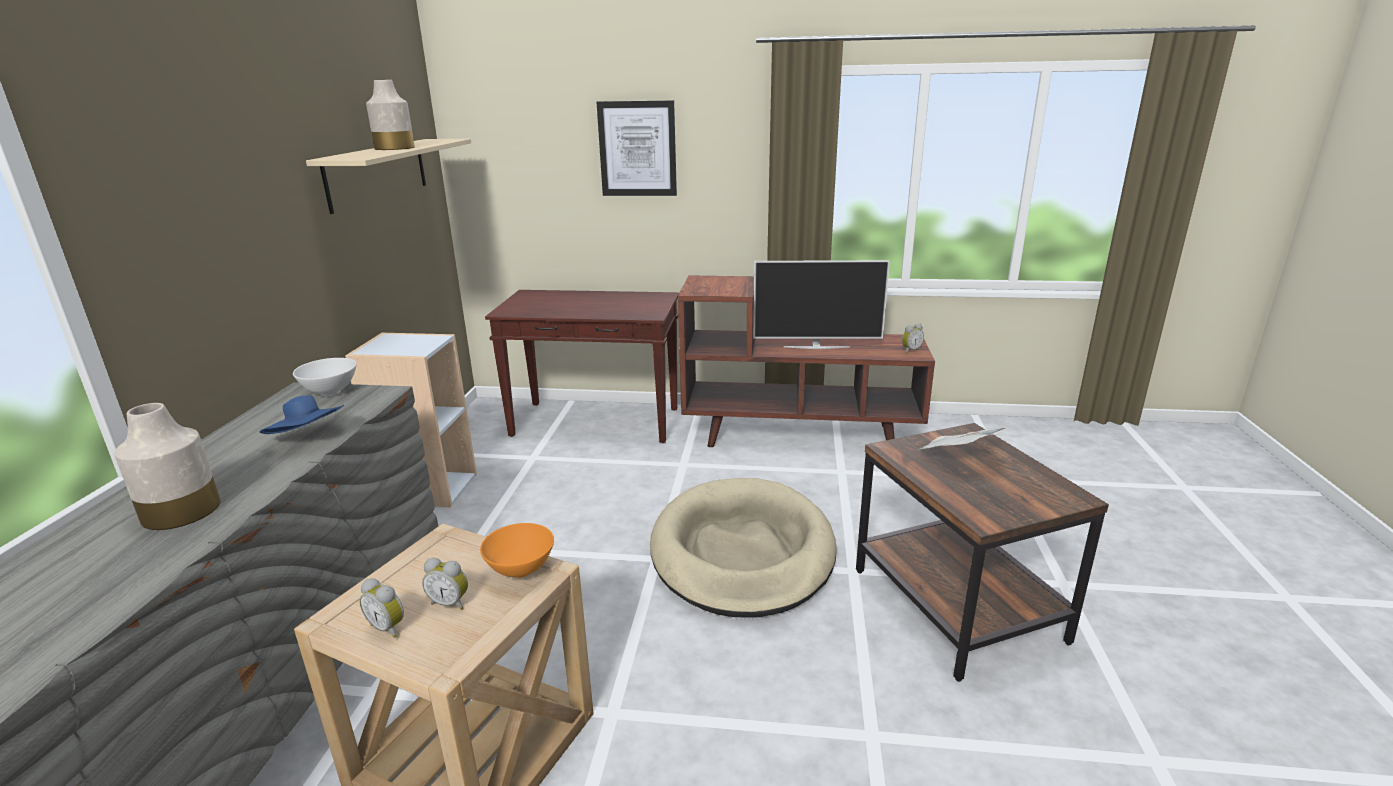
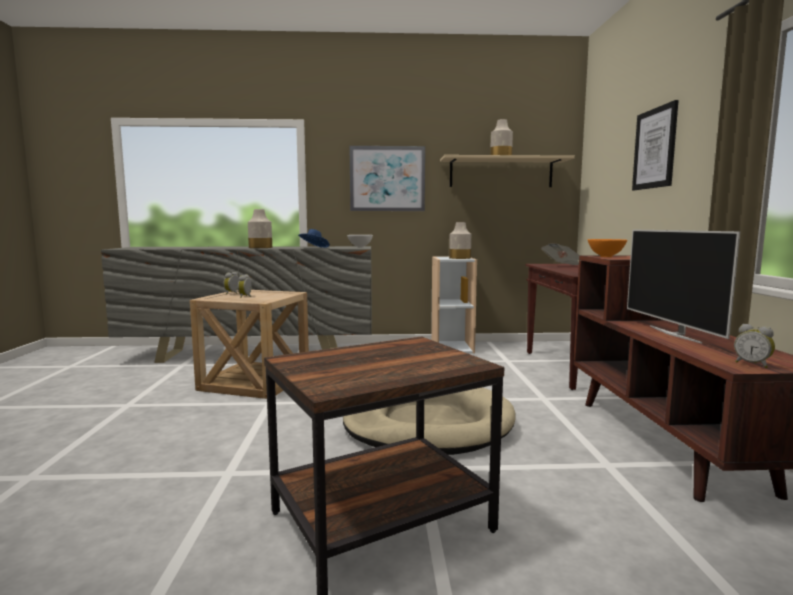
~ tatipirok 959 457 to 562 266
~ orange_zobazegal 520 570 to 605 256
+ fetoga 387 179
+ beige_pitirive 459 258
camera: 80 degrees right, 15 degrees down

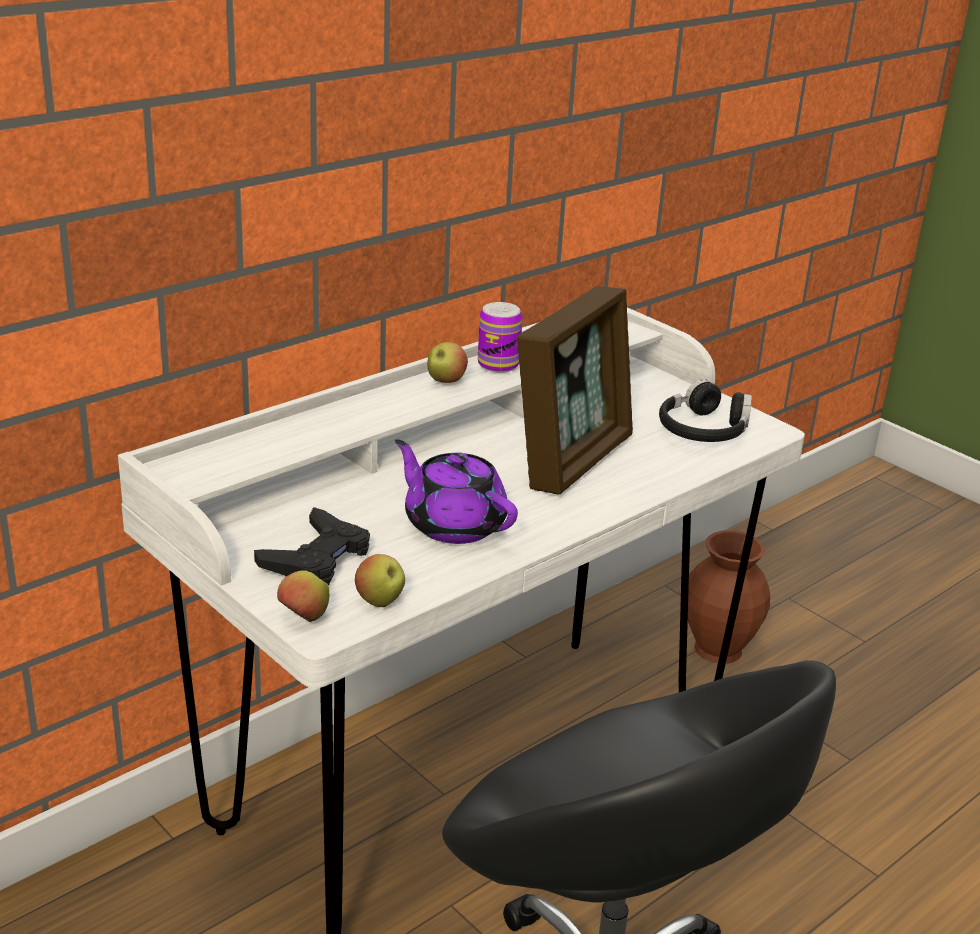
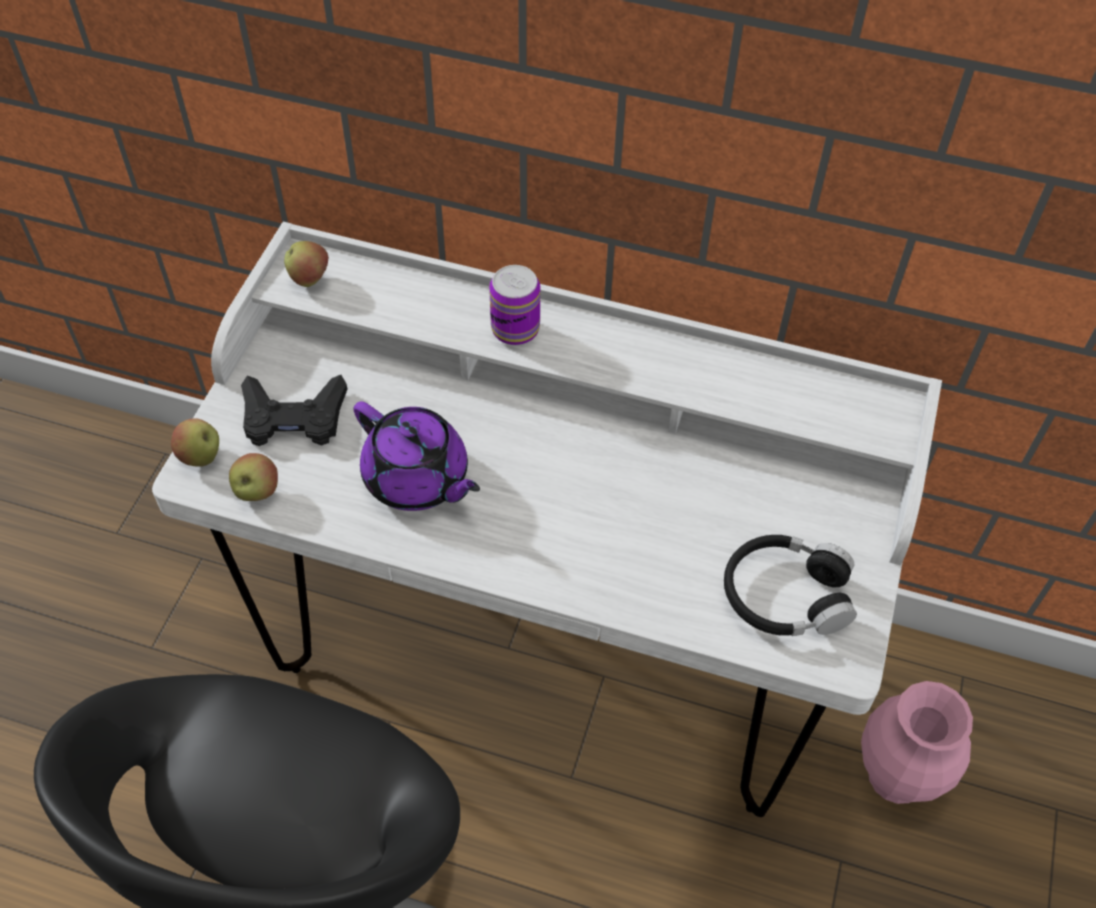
- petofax 572 459
~ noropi 498 365 to 515 329
~ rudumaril 445 381 to 310 279
~ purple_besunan 453 524 = 417 479 120 degrees clockwise
~ brown_pitirive 719 648 to pink_pitirive 899 776
camera: 60 degrees right, 25 degrees up

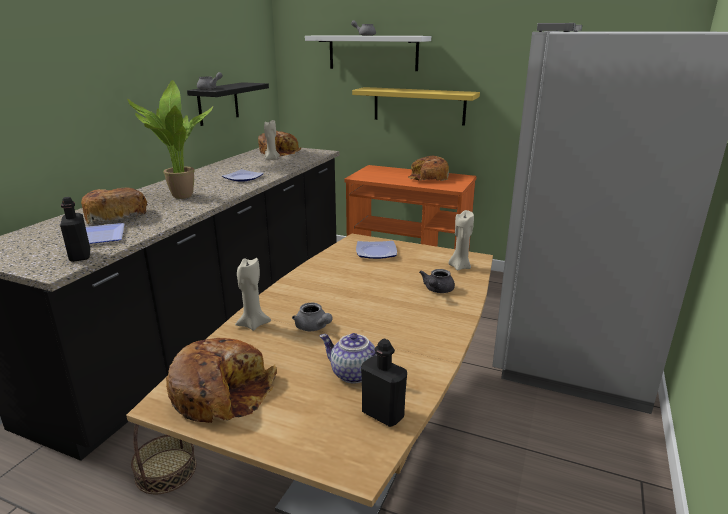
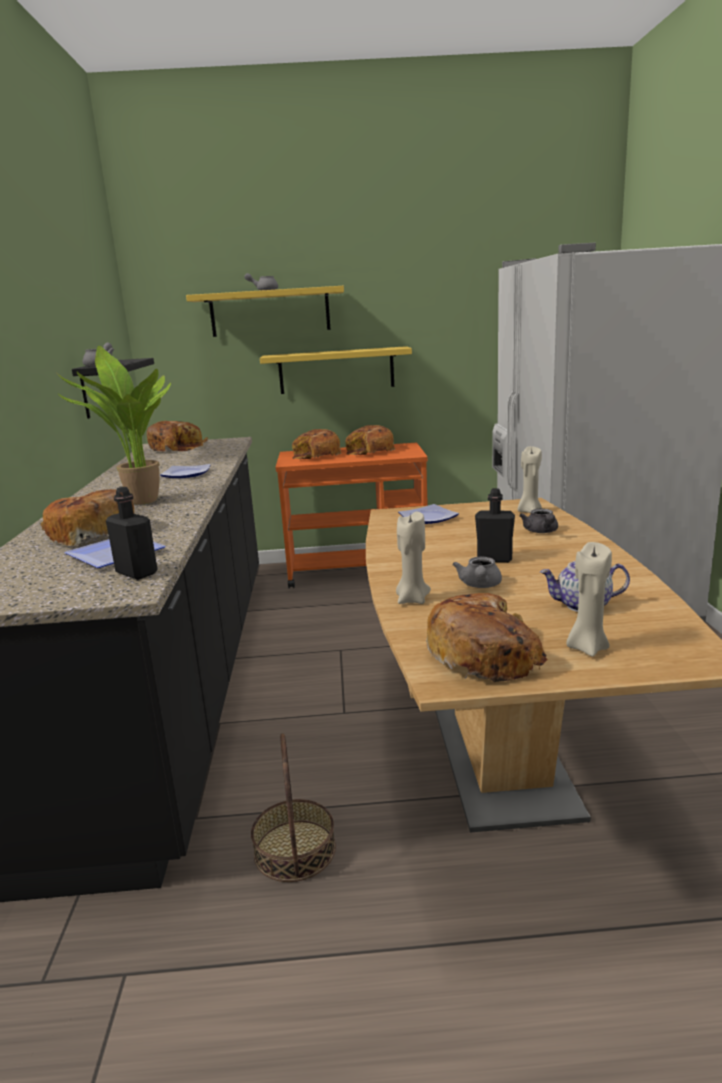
~ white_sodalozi 373 53 to yellow_sodalozi 270 312
~ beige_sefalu 271 158 to 587 648
~ grey_besunan 313 328 = 480 585 75 degrees clockwise
~ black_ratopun 383 414 to 494 559
+ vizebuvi 316 455
camera: 25 degrees left, 5 degrees down

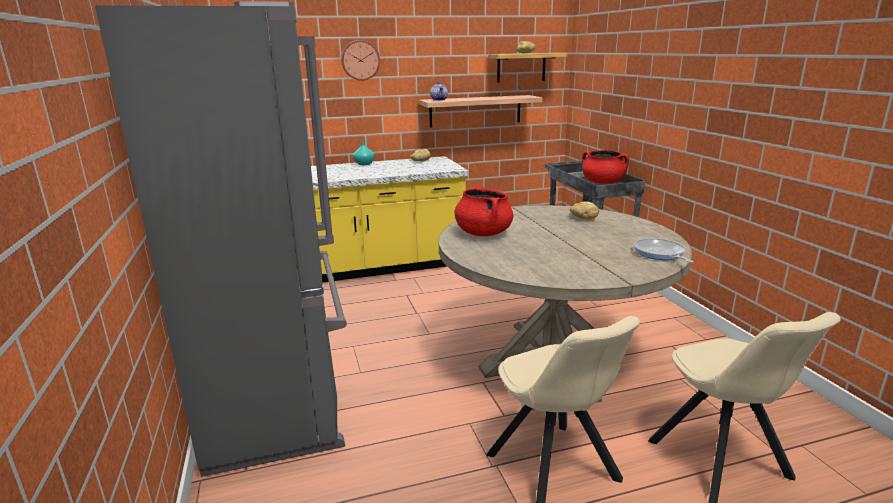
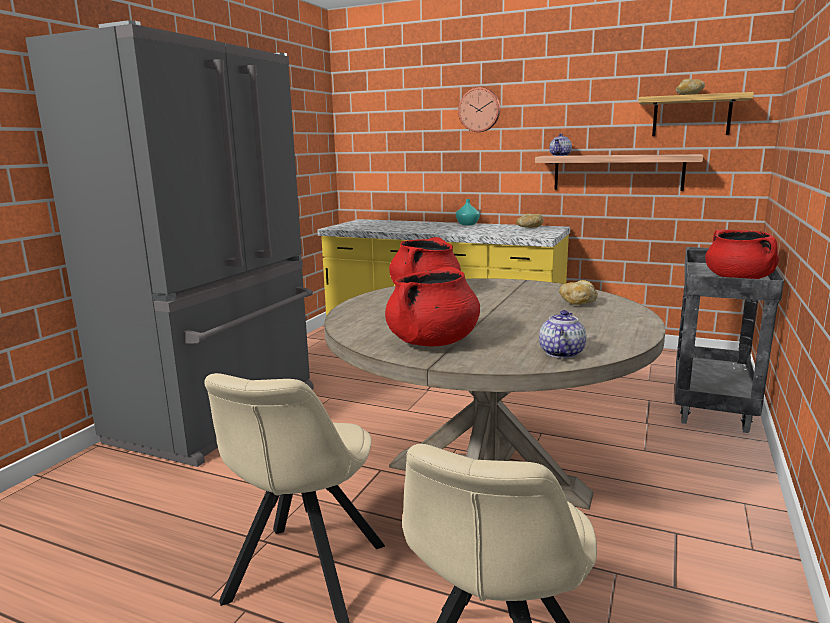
~ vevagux 660 254 to besunan 560 353
+ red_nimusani 432 342
camera: 40 degrees right, 5 degrees down

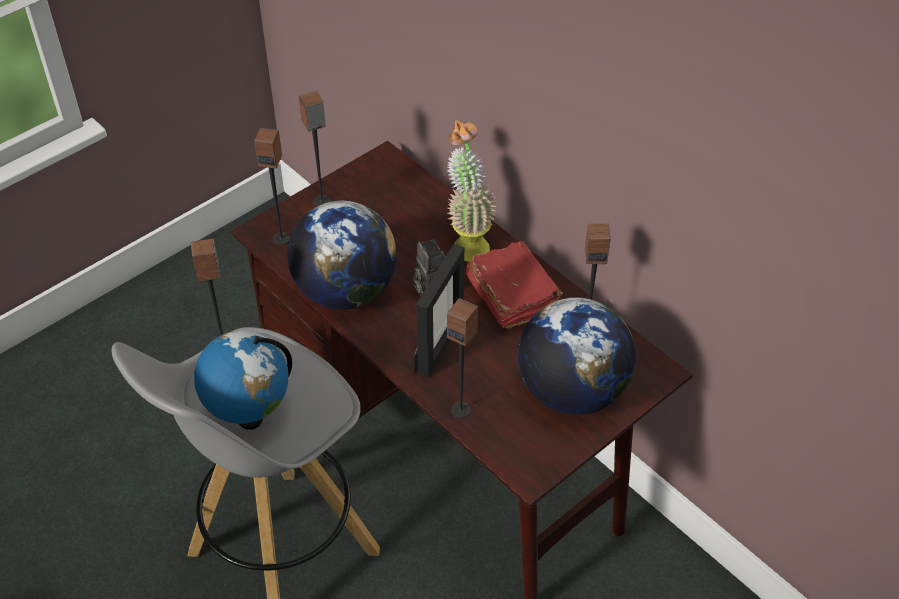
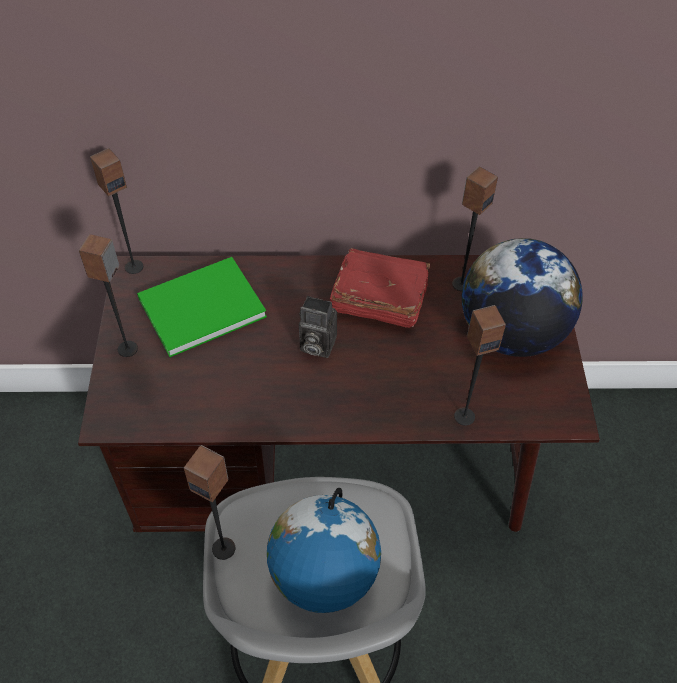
- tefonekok 467 241
~ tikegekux 281 238 to 133 266
- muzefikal 345 291
- petofax 439 344
+ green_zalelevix 197 307
camera: 50 degrees left, 5 degrees up

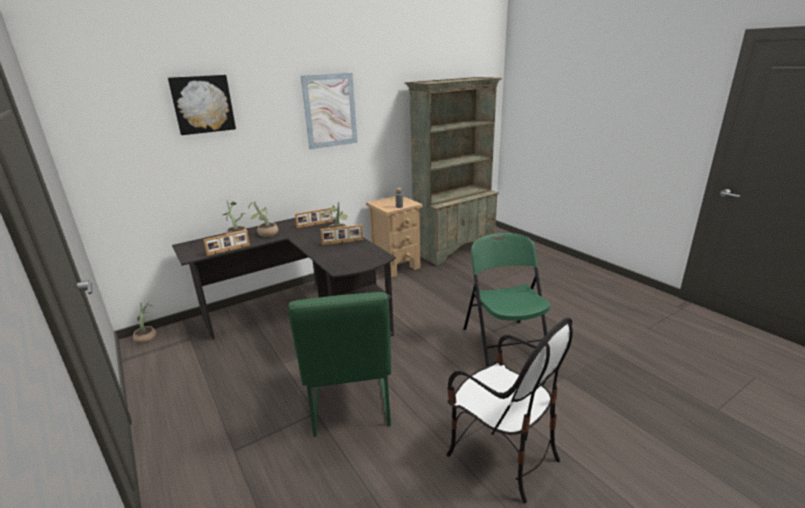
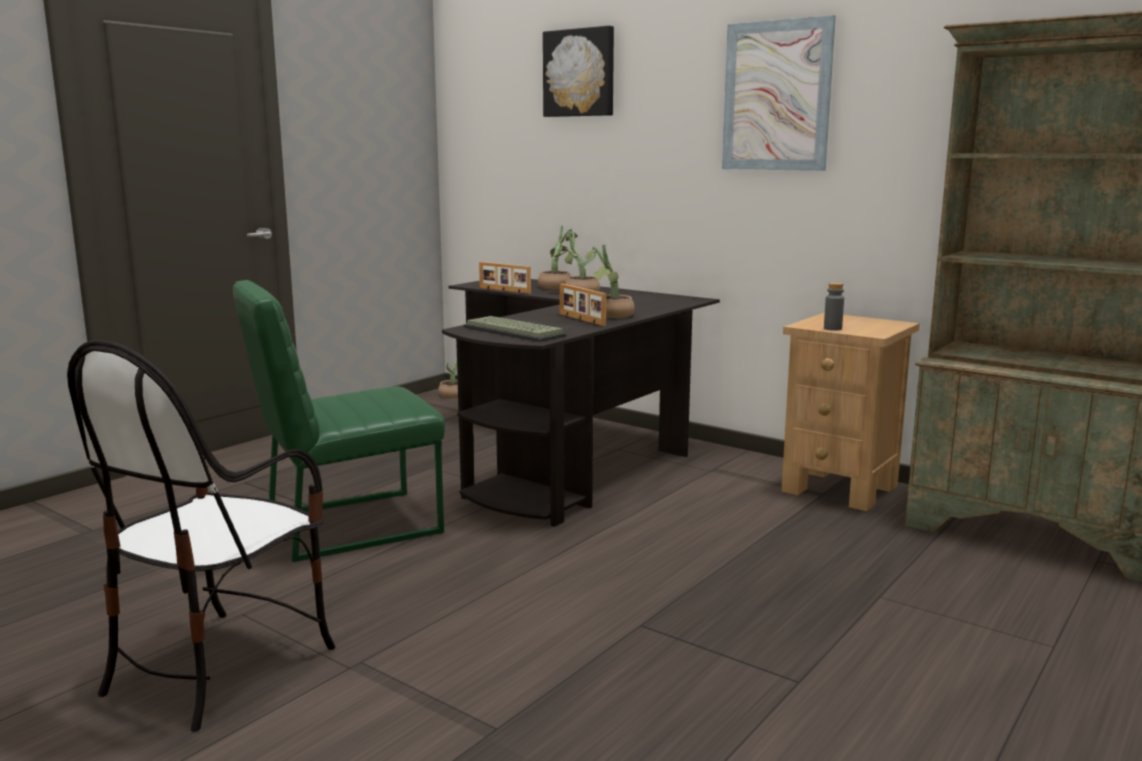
- petofax 315 224
- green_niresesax 505 344
+ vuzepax 516 331
camera: 70 degrees right, 10 degrees down

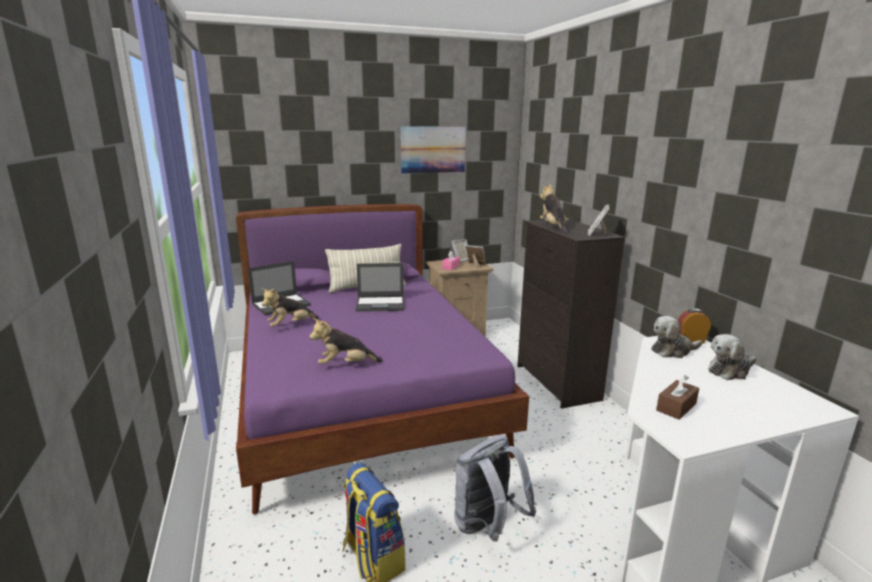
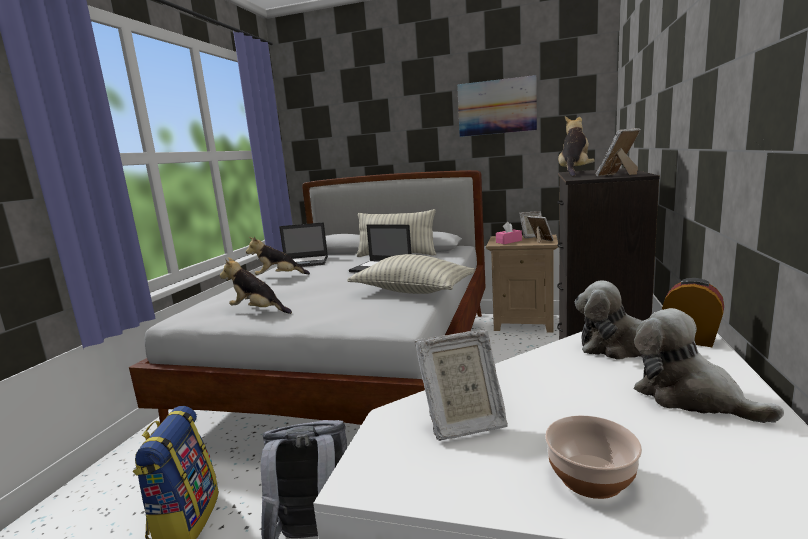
~ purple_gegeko 362 395 to white_gegeko 360 365
~ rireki 730 371 = 690 396 45 degrees clockwise
~ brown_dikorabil 676 407 to petofax 463 423
+ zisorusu 412 291
+ zobazegal 591 478
camera: 35 degrees right, 5 degrees down

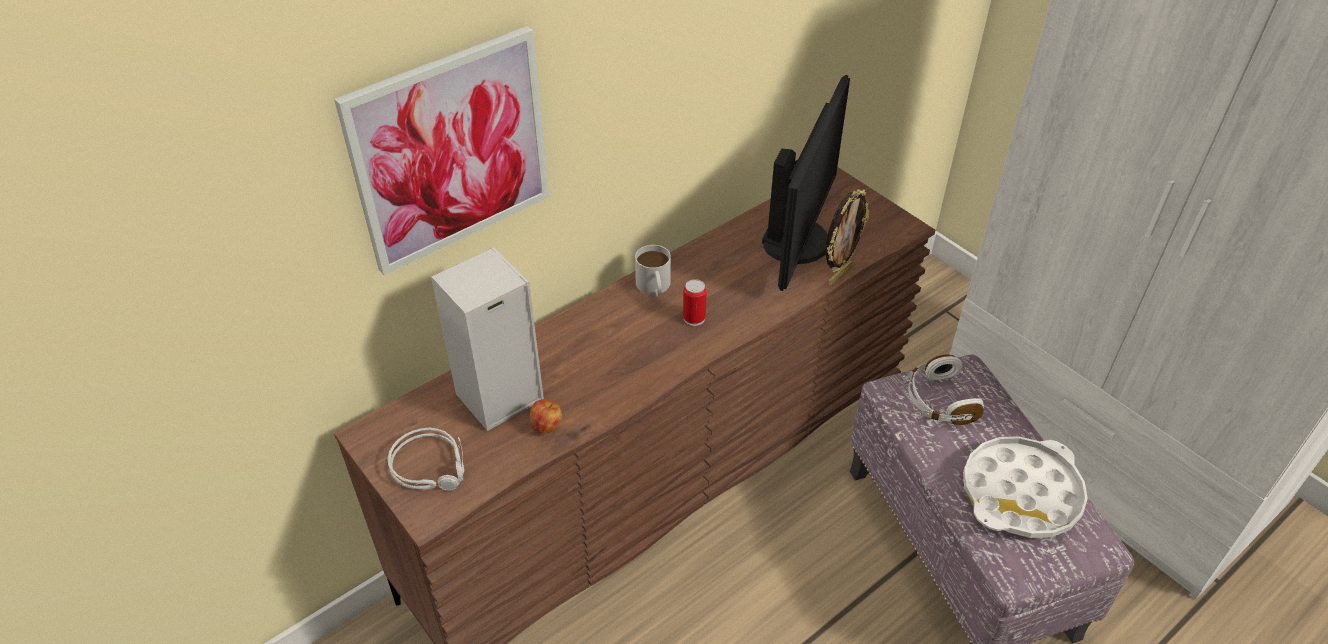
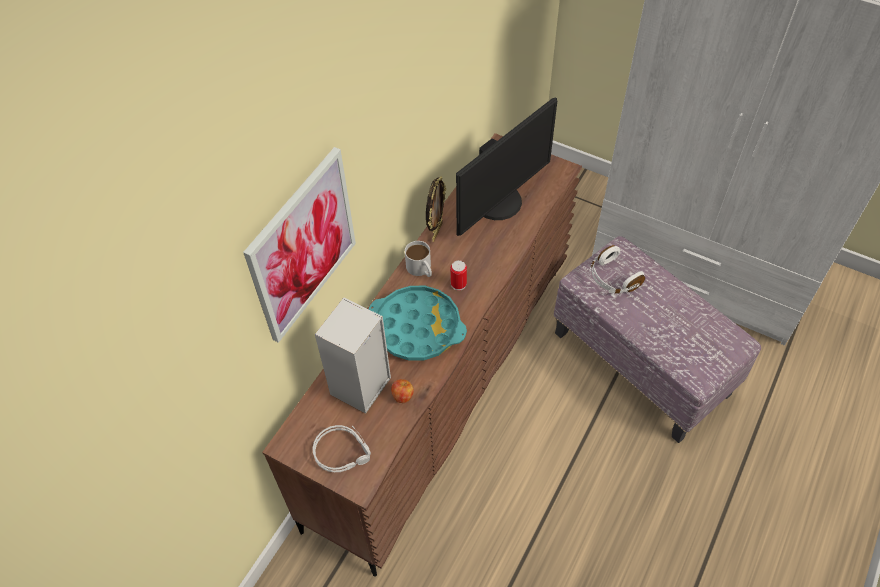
~ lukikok 799 242 = 499 203 45 degrees clockwise
~ petofax 839 275 to 436 231
- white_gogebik 1021 494
+ turquoise_gogebik 417 327
camera: 20 degrees left, 10 degrees up

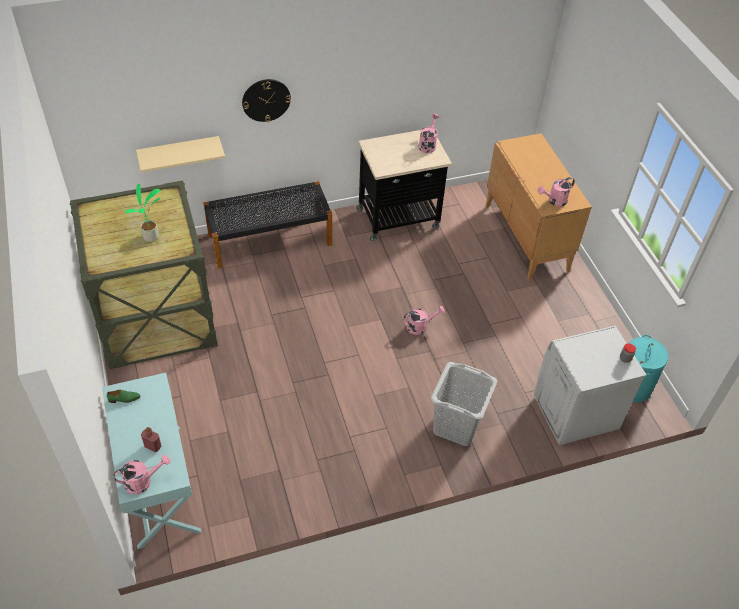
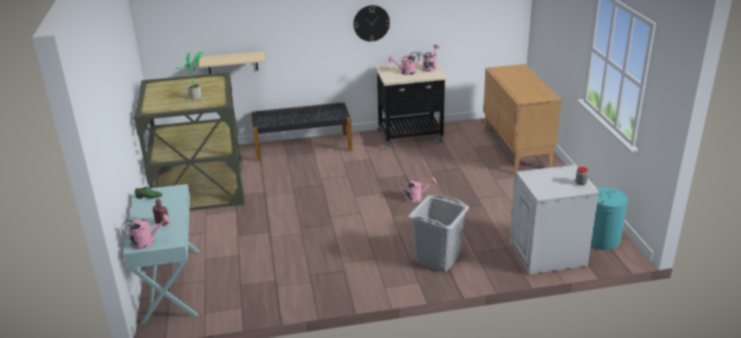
~ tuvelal 266 100 to 371 23
~ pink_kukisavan 554 201 to 405 72
camera: 10 degrees right, 20 degrees down

